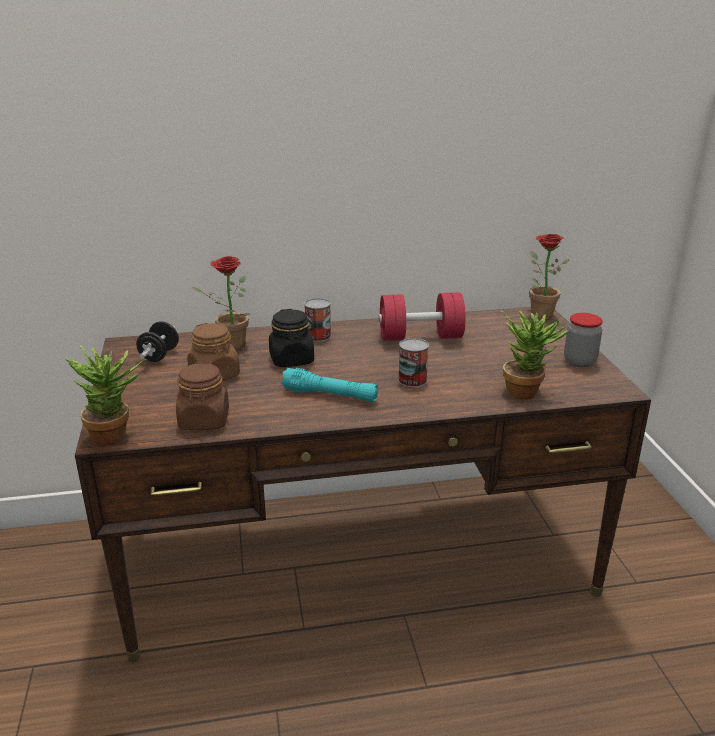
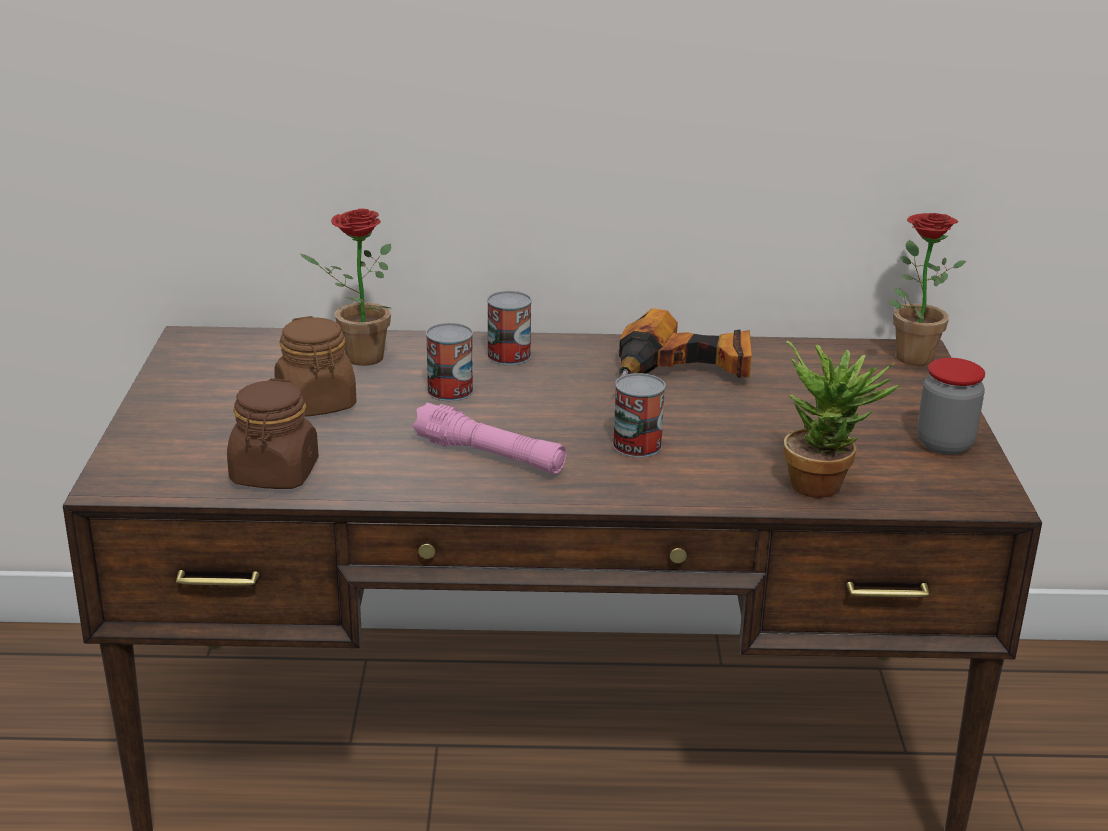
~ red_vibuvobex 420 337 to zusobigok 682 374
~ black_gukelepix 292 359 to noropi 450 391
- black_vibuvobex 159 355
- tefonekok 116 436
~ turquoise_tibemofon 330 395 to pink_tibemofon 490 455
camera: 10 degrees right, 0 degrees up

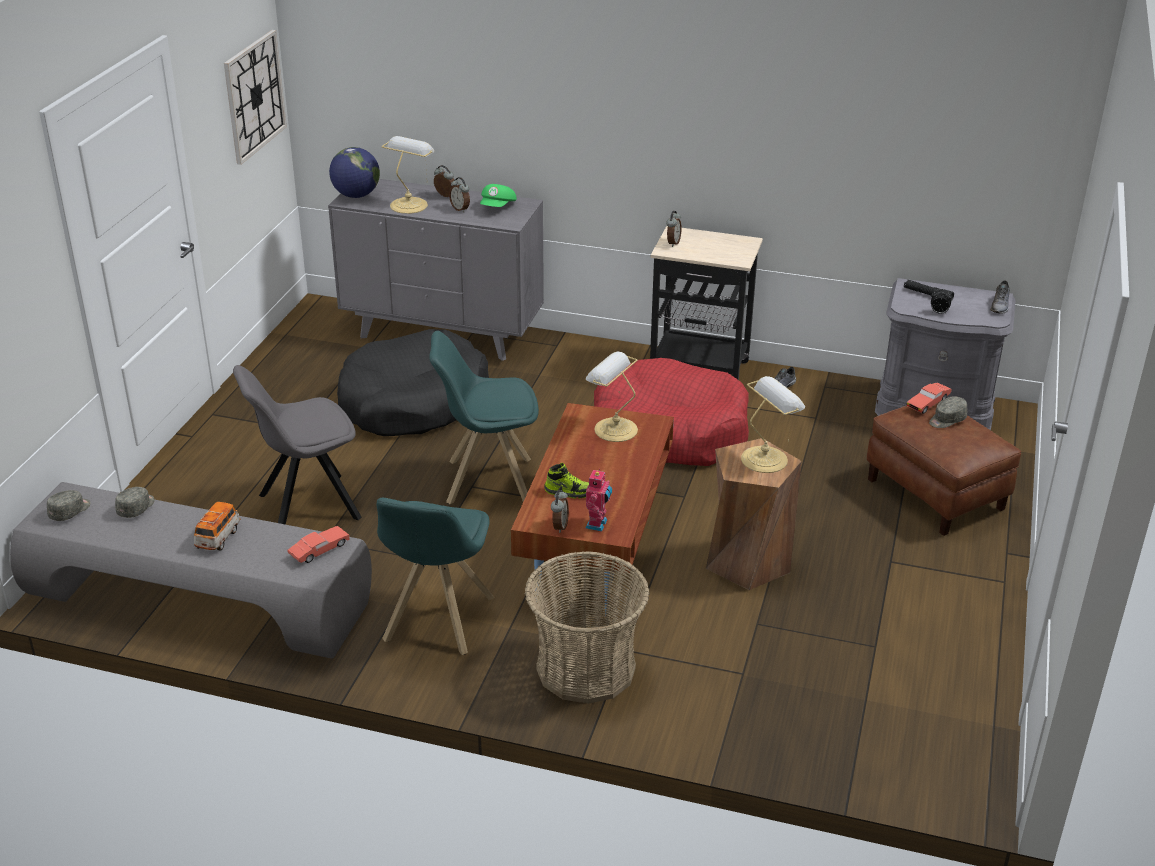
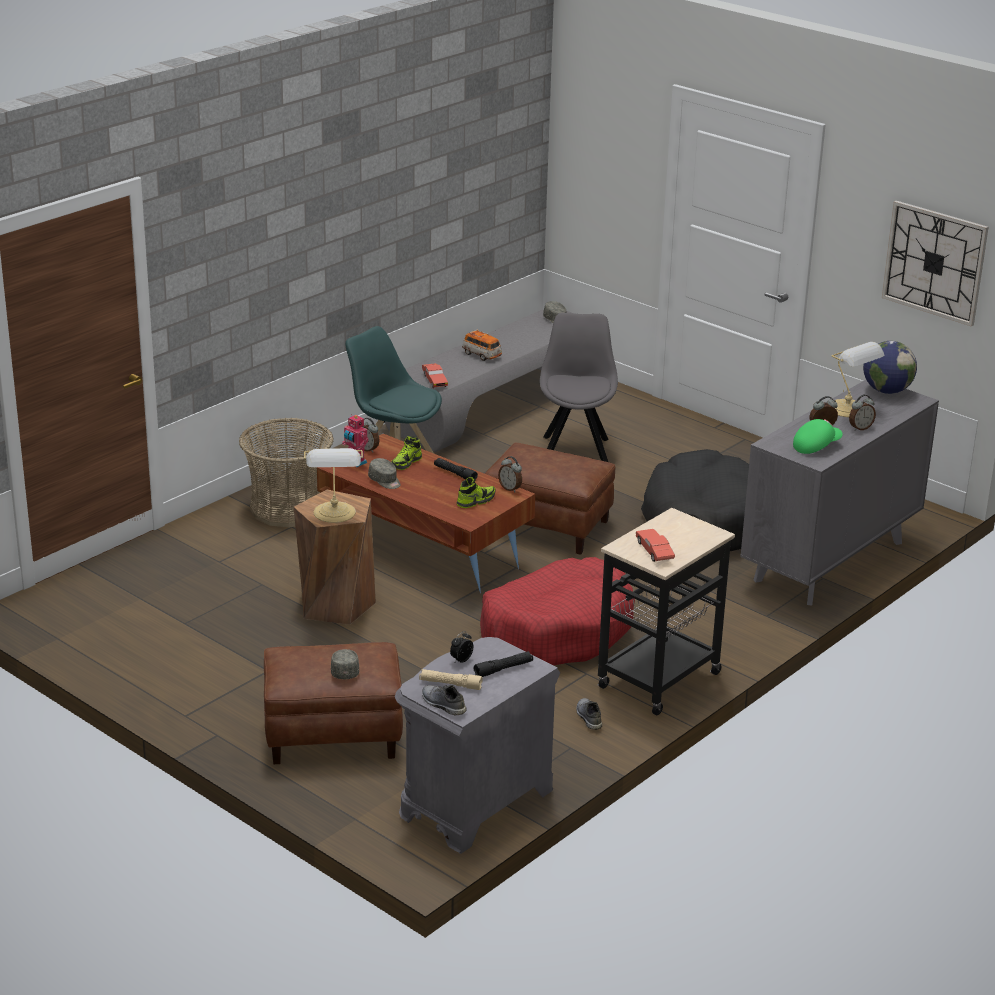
~ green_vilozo 498 207 = 816 446 105 degrees clockwise
~ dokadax 672 243 to 510 488
~ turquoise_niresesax 488 481 to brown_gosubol 548 526
~ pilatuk 613 429 to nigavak 476 501
~ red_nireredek 928 403 to 654 552
~ grey_vilozo 137 508 to 385 481
+ black_tibemofon 455 474
+ beige_tibemofon 450 684
camera: 115 degrees right, 5 degrees down

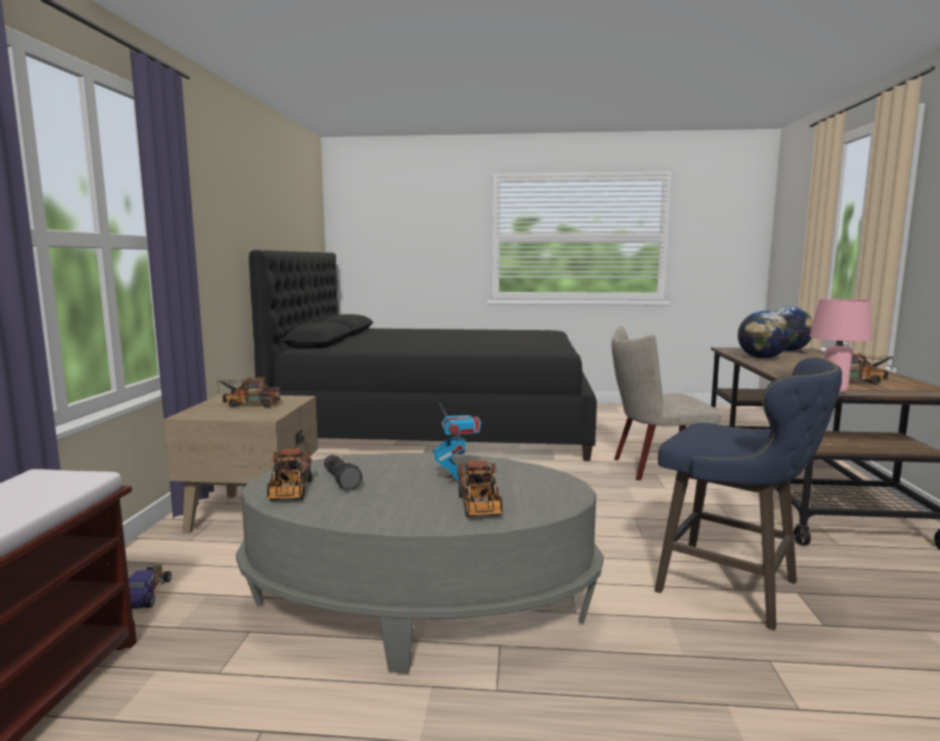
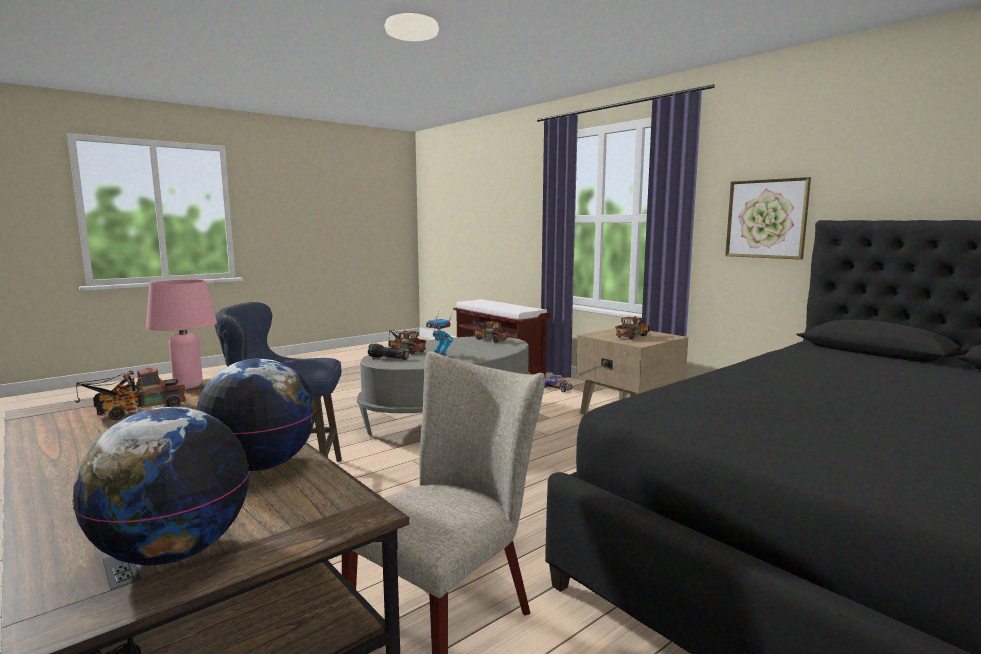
~ tibemofon 342 480 to 388 358
+ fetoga 766 219
camera: 135 degrees right, 0 degrees up

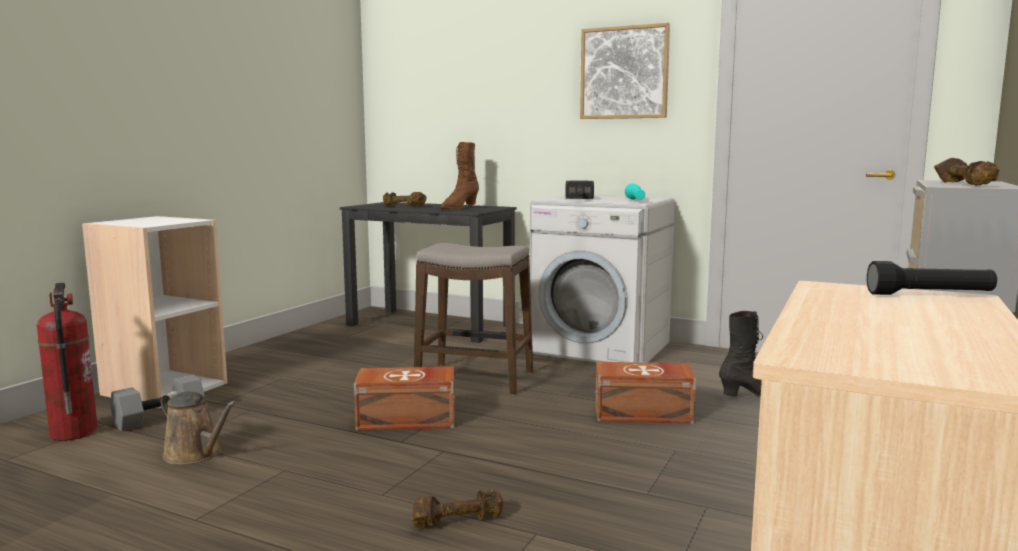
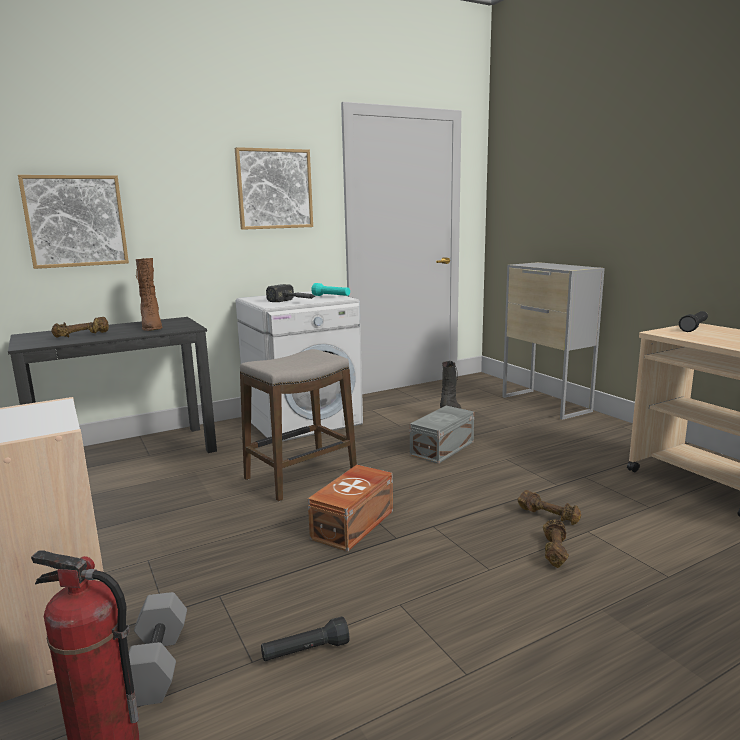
~ brown_vibuvobex 964 184 to 549 516
~ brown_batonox 644 414 to grey_batonox 443 448
~ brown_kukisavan 196 454 to black_tibemofon 305 651
+ fetoga 75 221
camera: 55 degrees left, 5 degrees up

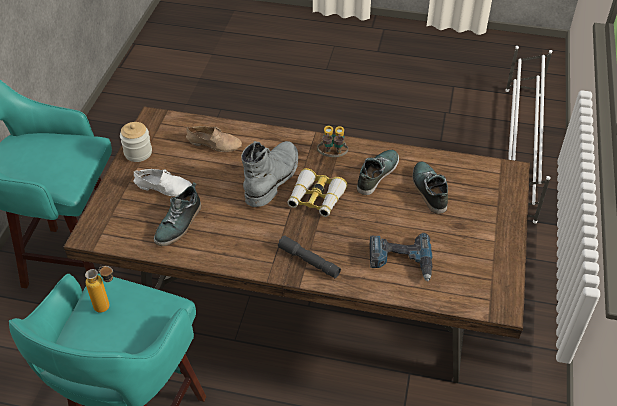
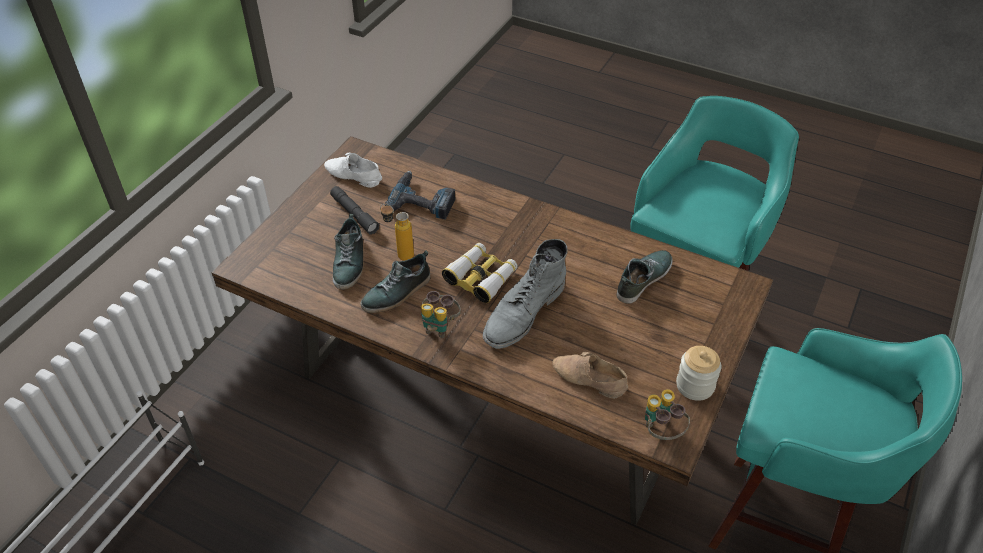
~ white_nigavak 164 186 to 352 175
~ grey_tibemofon 309 261 to 354 214
~ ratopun 108 306 to 399 254
+ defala 661 431
camera: 165 degrees left, 0 degrees up

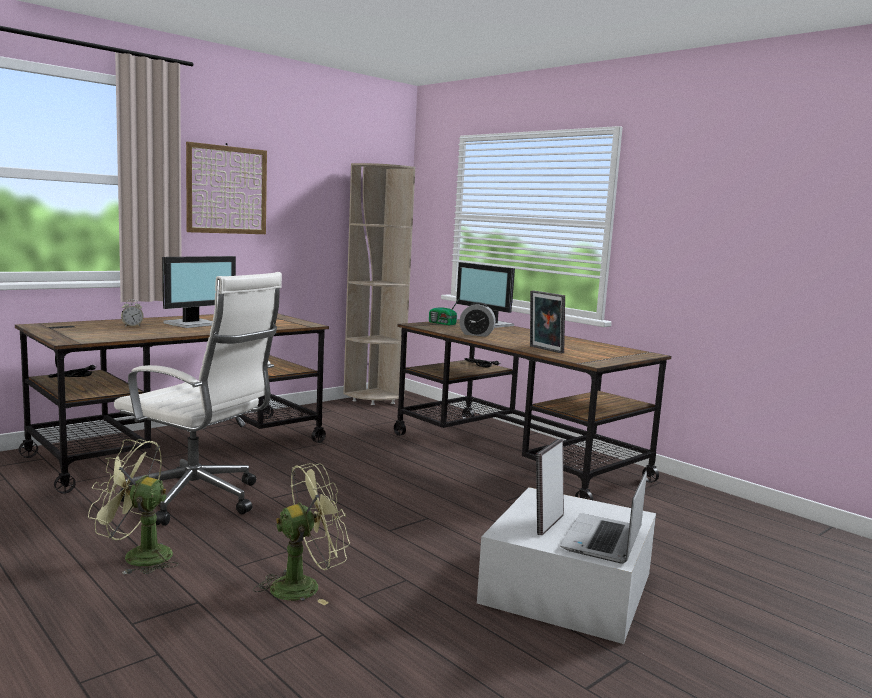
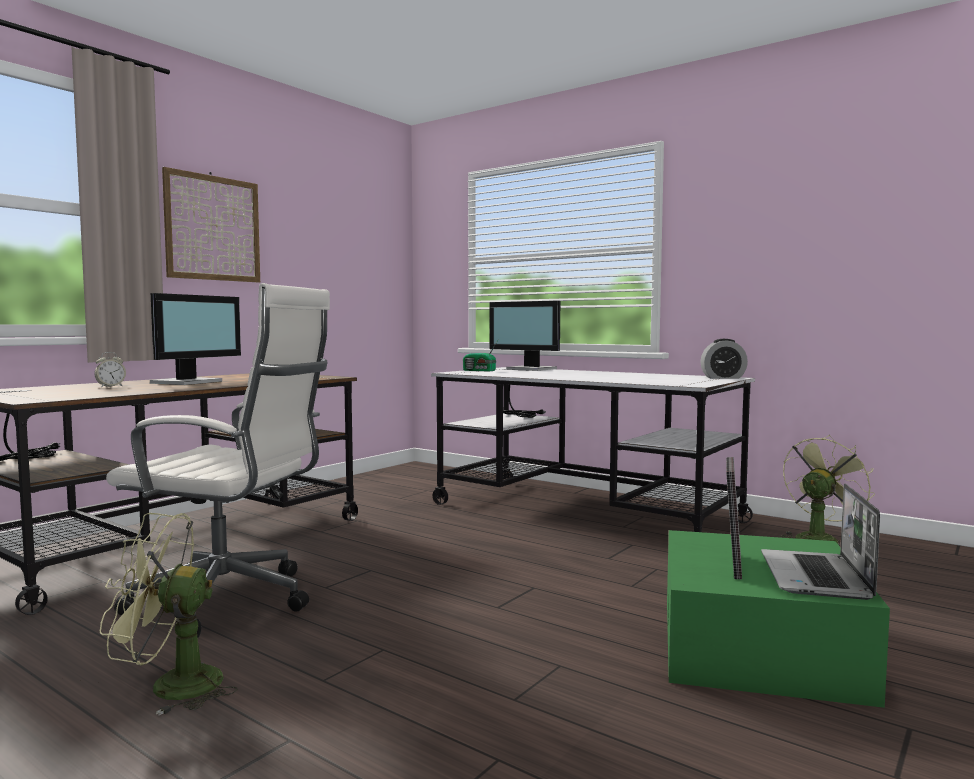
- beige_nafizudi 373 401
- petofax 544 349
~ dokadax 476 334 to 723 378
~ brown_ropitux 515 456 to white_ropitux 583 512
~ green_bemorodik 305 586 to 819 539
~ white_batonox 567 587 to green_batonox 758 647
camera: 10 degrees left, 5 degrees down

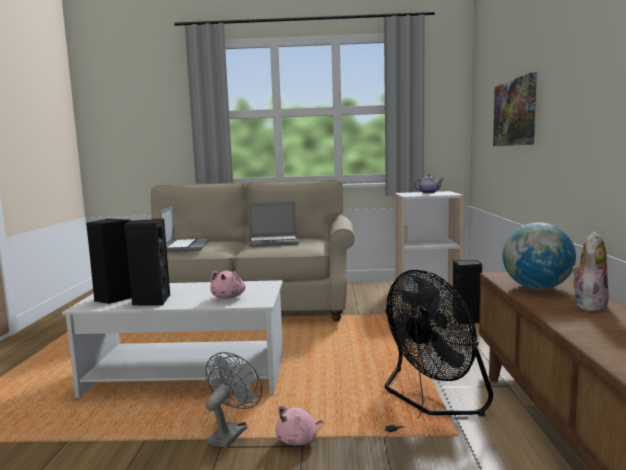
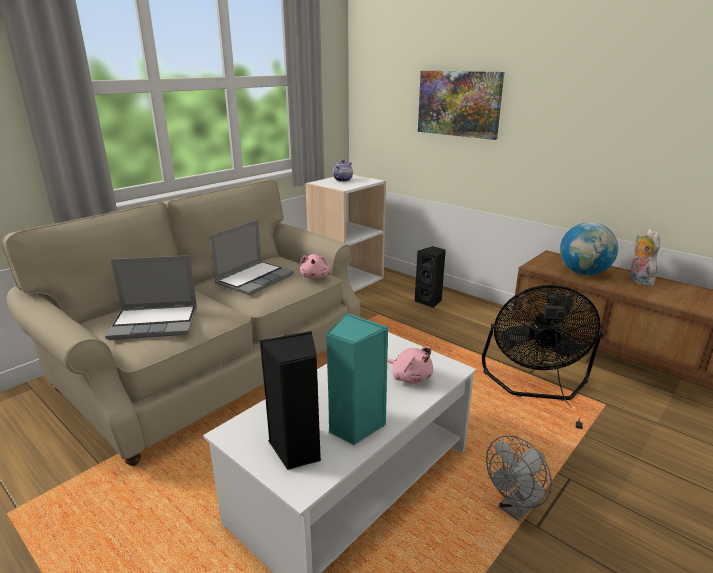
~ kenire 186 246 = 156 323 135 degrees clockwise
~ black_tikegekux 151 301 to turquoise_tikegekux 354 426
~ grey_bemorodik 231 432 = 515 508 105 degrees counterclockwise
~ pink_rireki 299 440 to 315 276
camera: 50 degrees left, 15 degrees up

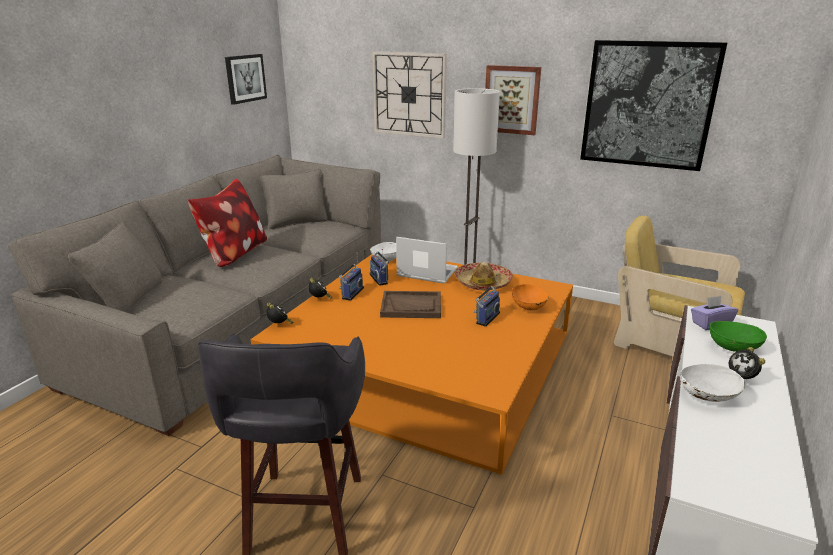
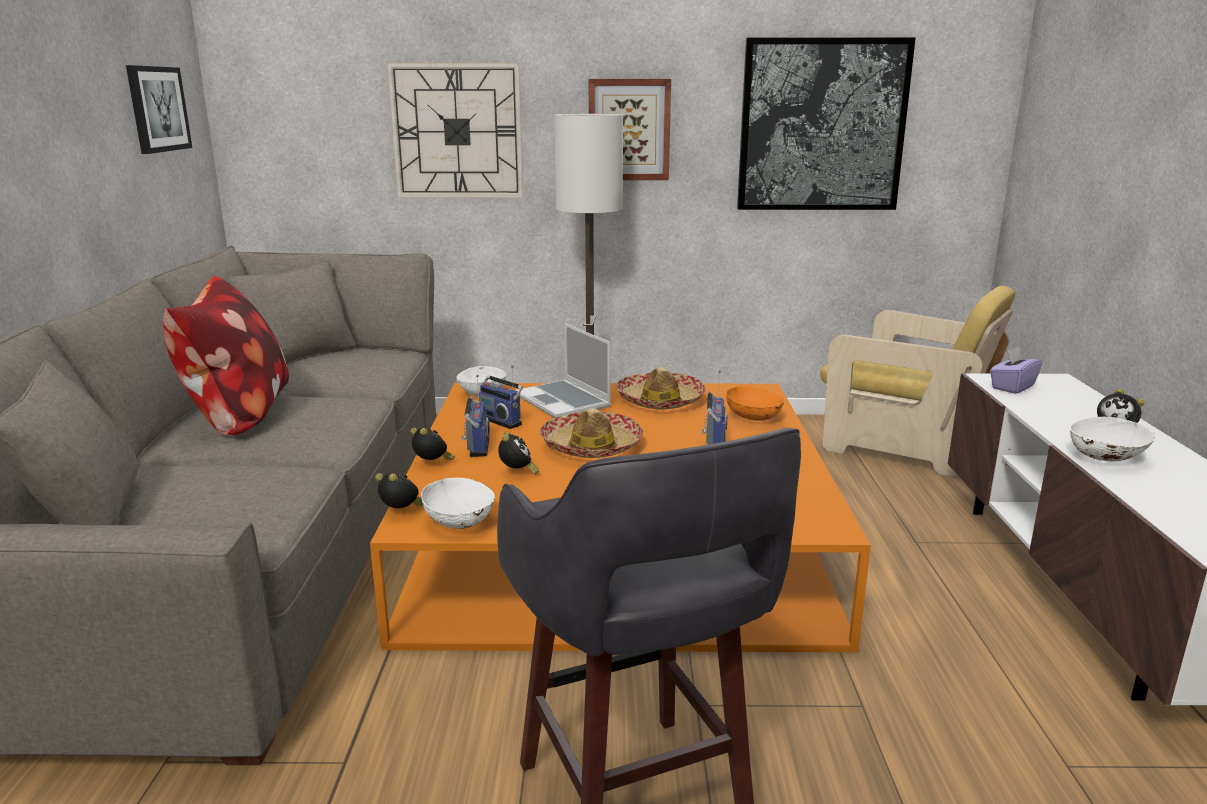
~ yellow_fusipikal 668 344 = 901 447 150 degrees counterclockwise
~ kenire 426 273 = 564 401 120 degrees counterclockwise
~ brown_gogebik 411 306 to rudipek 591 446
- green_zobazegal 733 347
+ dokadax 517 473
+ white_zobazegal 460 522
camera: 25 degrees left, 5 degrees down

